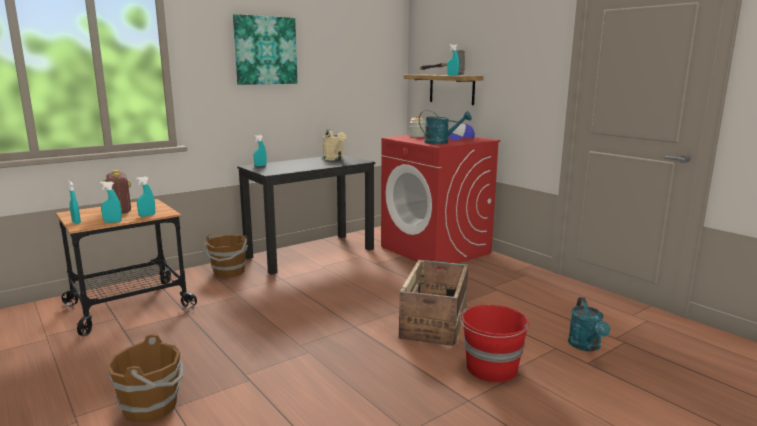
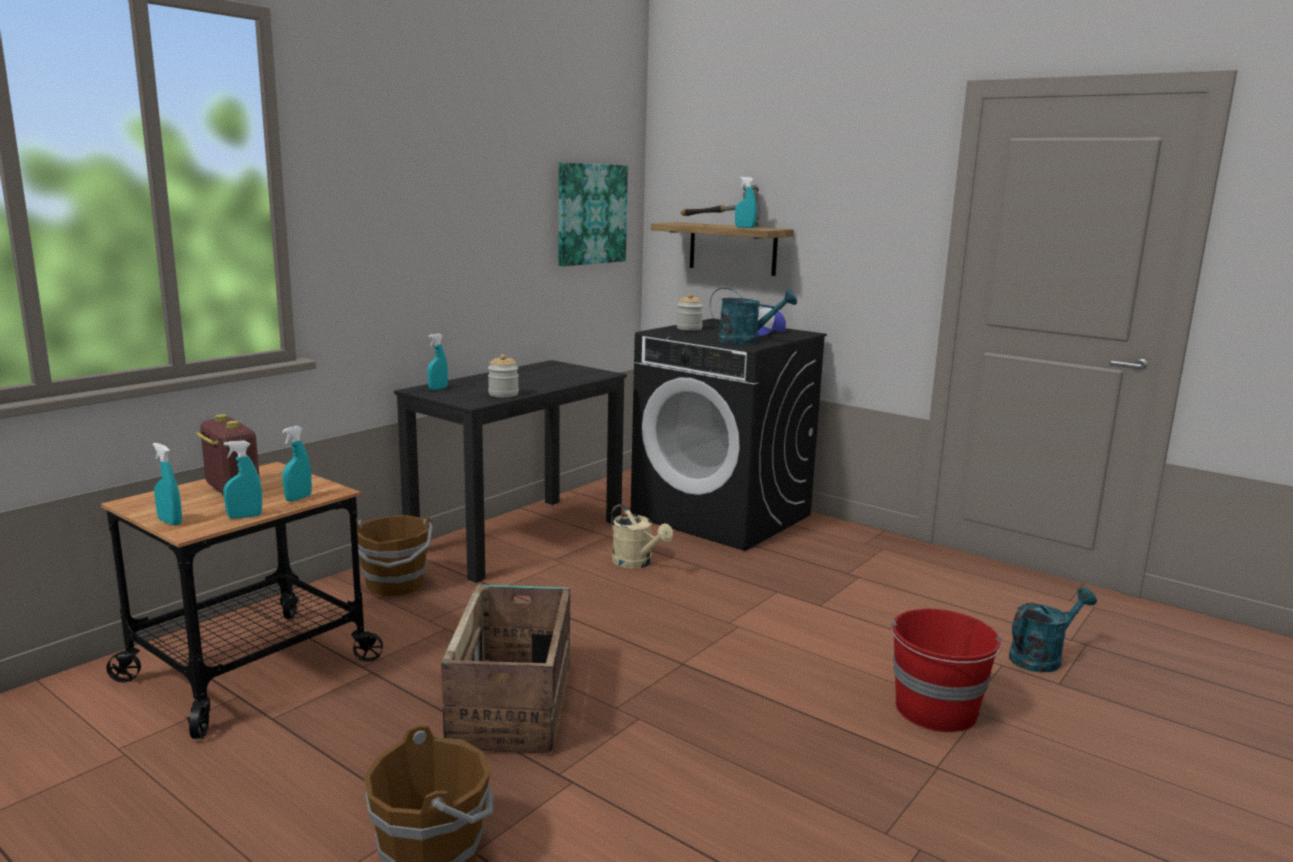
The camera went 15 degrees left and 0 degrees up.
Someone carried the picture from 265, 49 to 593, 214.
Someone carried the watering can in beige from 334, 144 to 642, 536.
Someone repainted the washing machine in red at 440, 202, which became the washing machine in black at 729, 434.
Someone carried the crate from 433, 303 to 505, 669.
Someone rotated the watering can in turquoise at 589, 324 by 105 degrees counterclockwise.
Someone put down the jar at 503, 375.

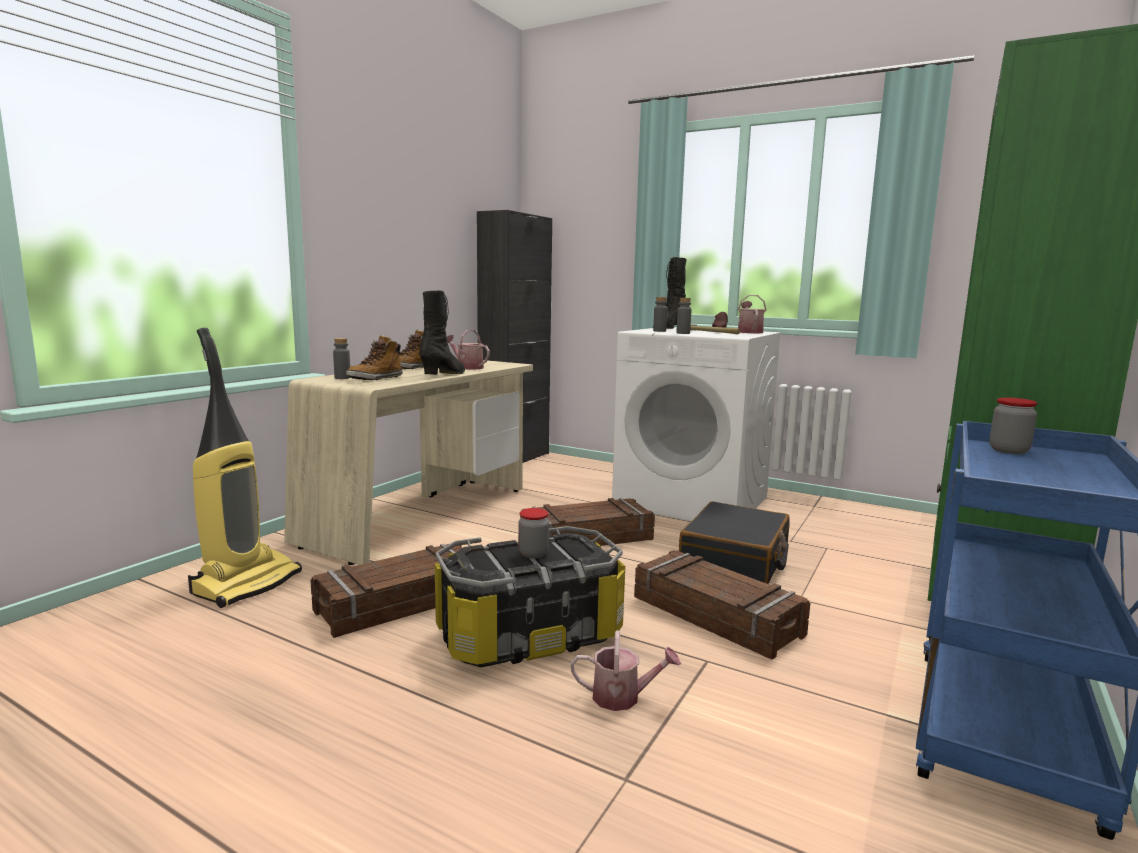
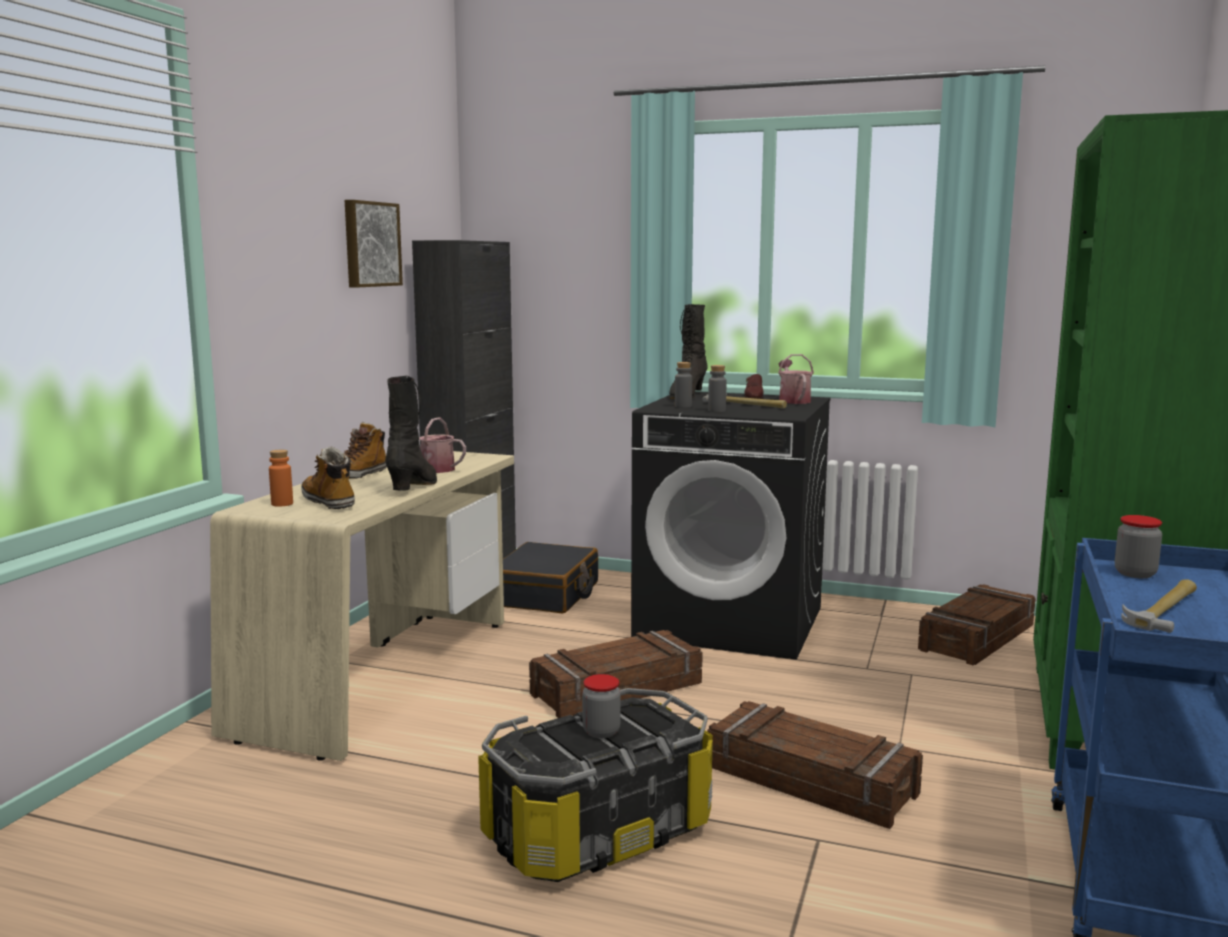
The camera went 10 degrees left and 0 degrees up.
Someone repainted the washing machine in white at 696, 424, which became the washing machine in black at 731, 526.
Someone took away the vacuum cleaner at 245, 468.
Someone rotated the boot at 374, 357 by 120 degrees clockwise.
Someone repainted the bottle in grey at 342, 358, which became the bottle in orange at 281, 478.
Someone carried the suitcase in black from 734, 542 to 550, 577.
Someone carried the crate from 386, 591 to 977, 624.
Someone took away the watering can at 626, 671.
Someone put up the picture at 374, 243.
Someone put down the hammer at 1159, 606.

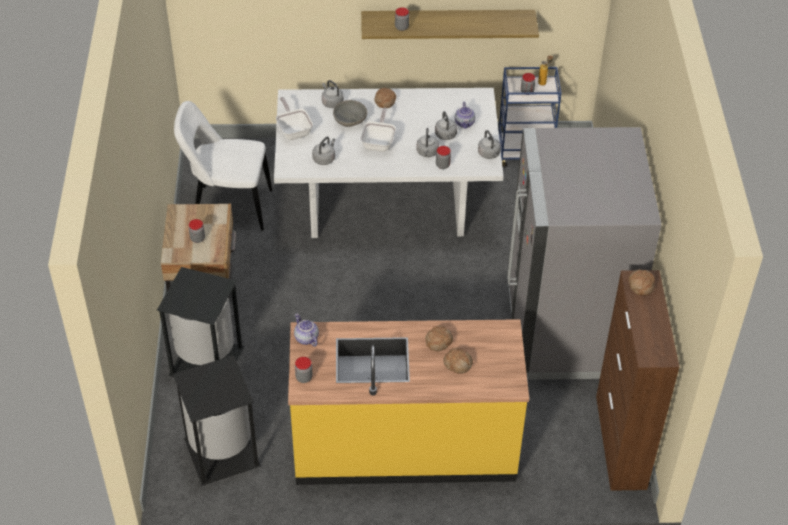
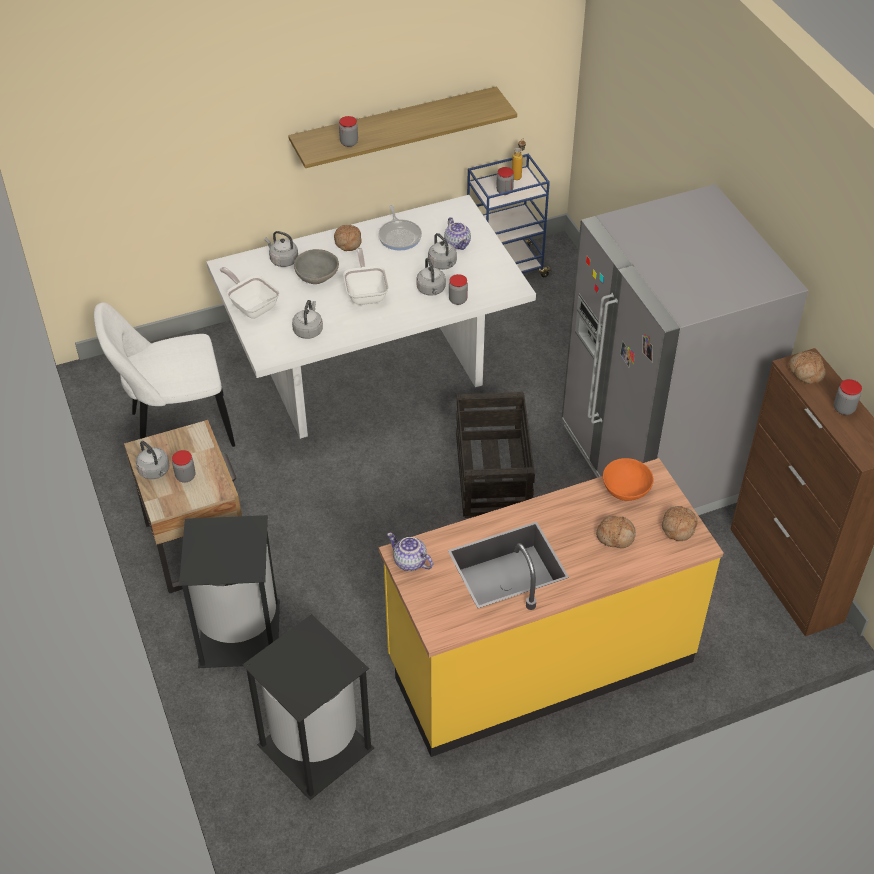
The camera went 20 degrees left and 0 degrees up.
Someone carried the kettle in grey from 489, 144 to 153, 460.
Someone carried the bread from 439, 338 to 680, 523.
Someone carried the jar from 304, 370 to 848, 397.
Someone put down the frying pan at 400, 228.
Someone put down the crate at 495, 455.
Someone put down the bowl in orange at 628, 479.

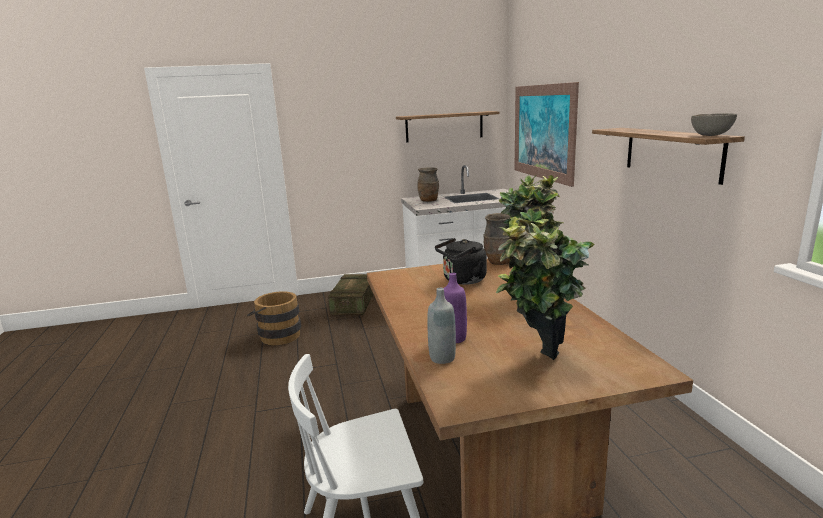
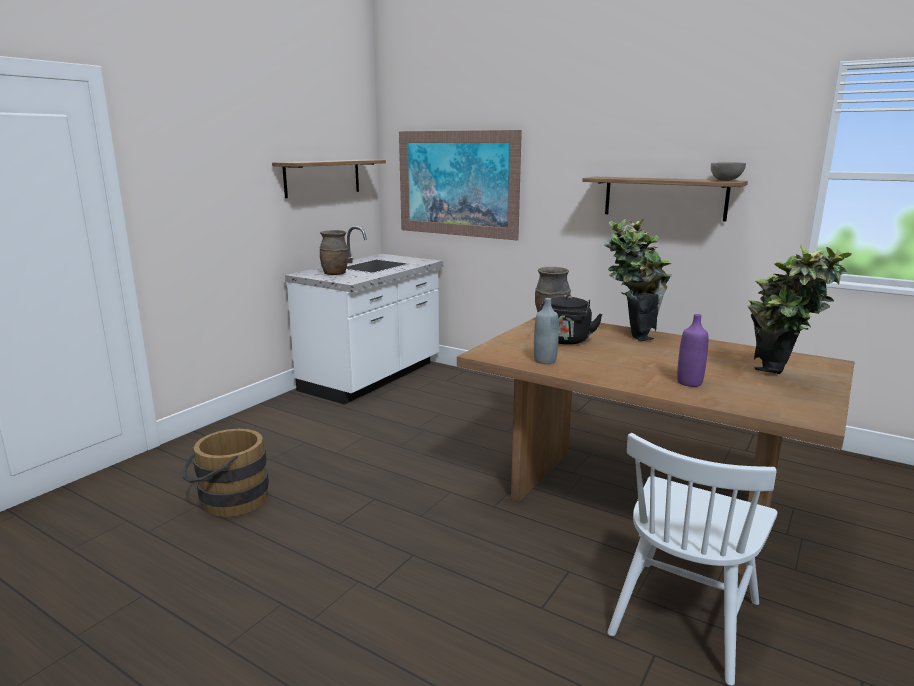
The camera went 45 degrees left and 0 degrees up.
Someone took away the crate at 351, 294.
Someone carried the bottle in grey from 441, 326 to 546, 331.

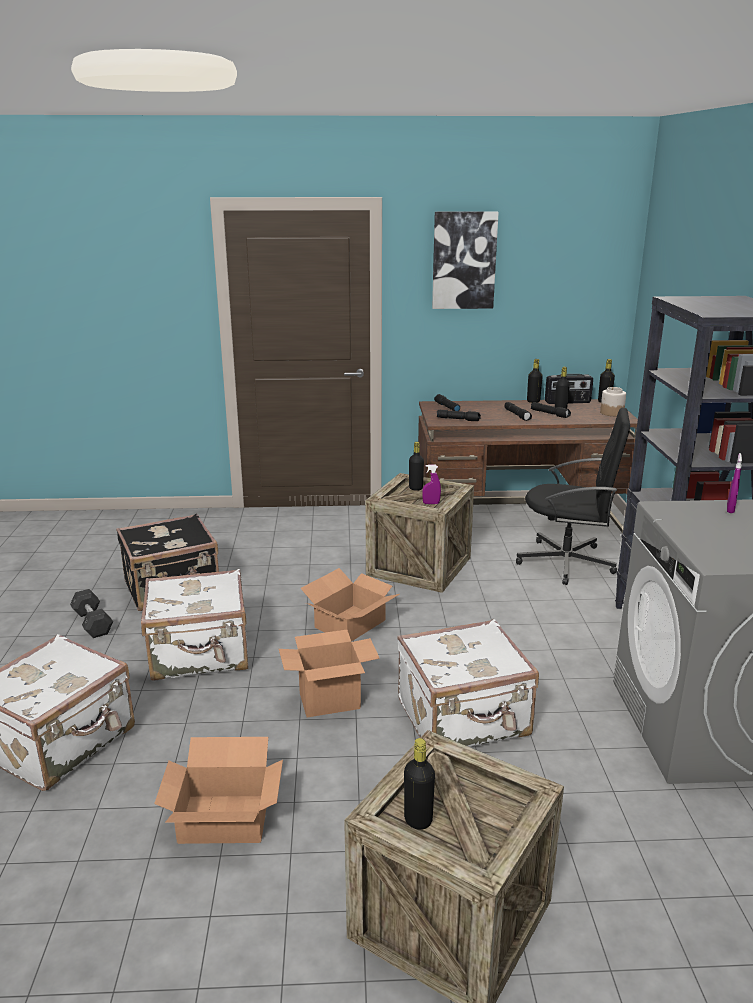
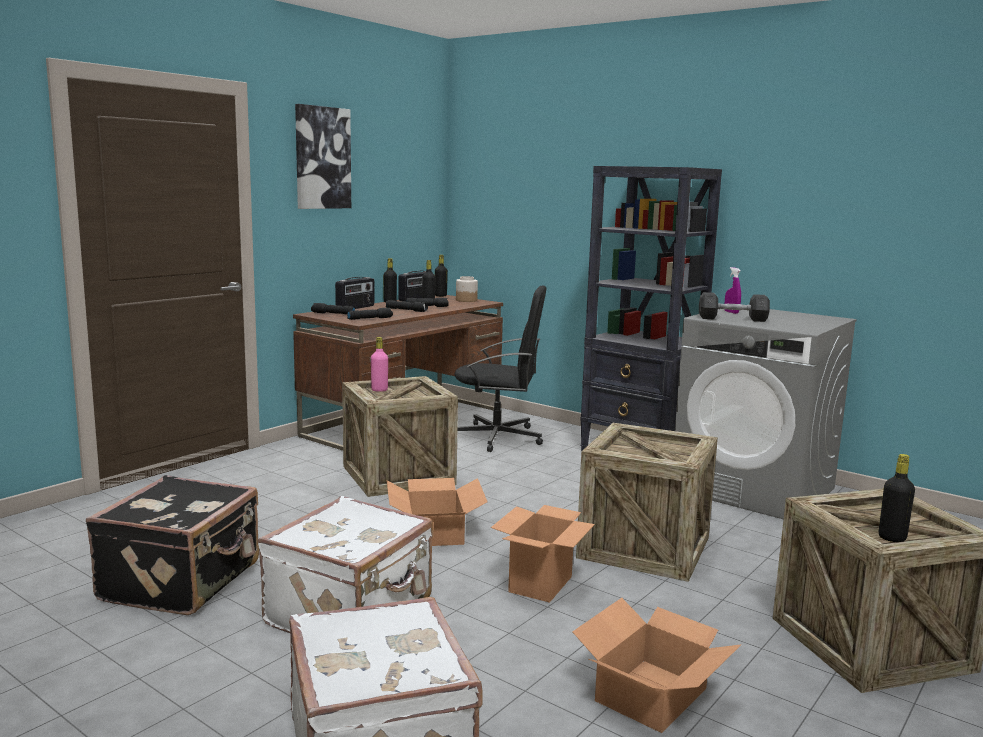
The camera went 50 degrees left and 10 degrees down.
Someone rotated the office chair in black at 573, 496 by 45 degrees clockwise.
Someone repainted the bottle in black at 416, 466, which became the bottle in pink at 379, 364.
Someone took away the spray bottle in purple at 431, 484.
Someone carried the dumbbell in grey from 91, 613 to 734, 307.
Someone swapped the suitcase in white at 468, 683 for the crate at 647, 502.
Someone put down the radio at 354, 293.

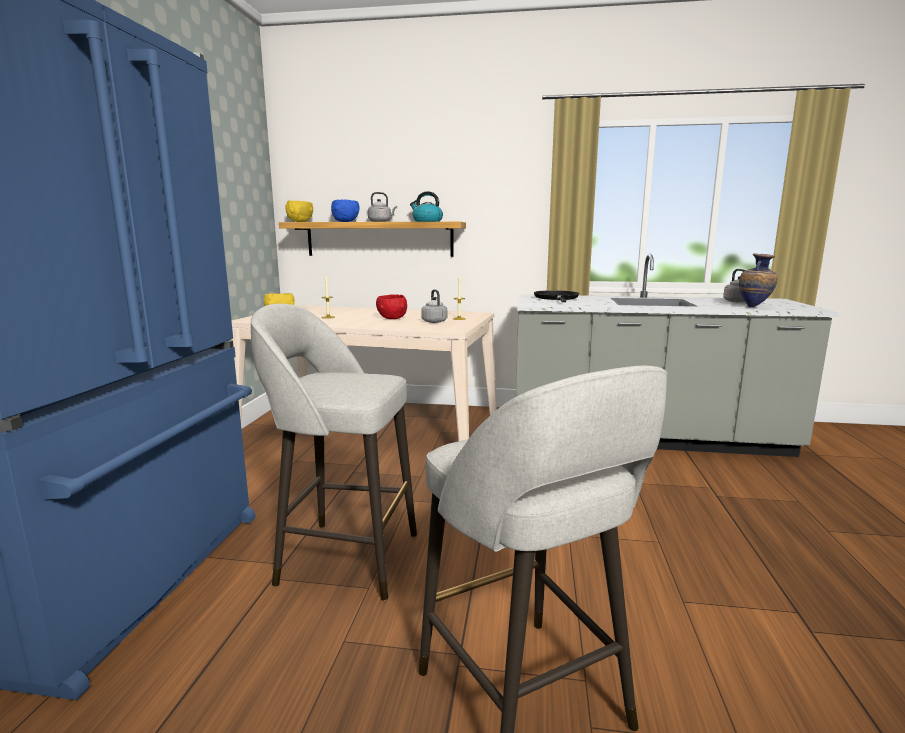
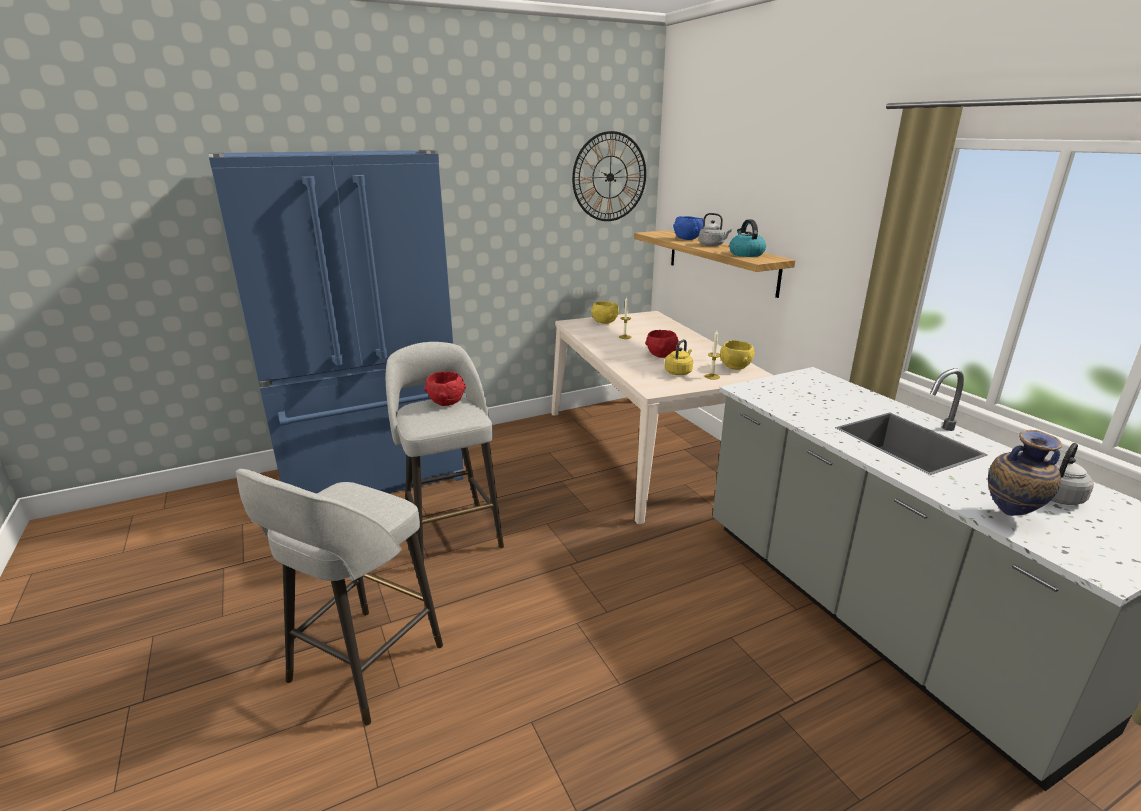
The camera went 55 degrees right and 10 degrees up.
Someone carried the bowl in yellow from 299, 211 to 737, 355.
Someone repainted the kettle in grey at 434, 306, which became the kettle in yellow at 679, 357.
Someone took away the frying pan in black at 556, 296.
Someone put up the wall clock at 609, 176.
Someone put down the bowl in red at 445, 388.

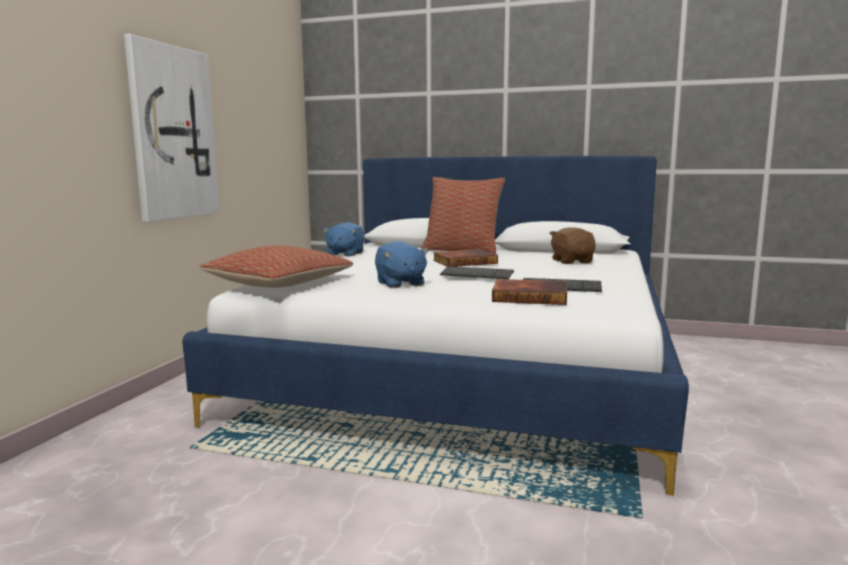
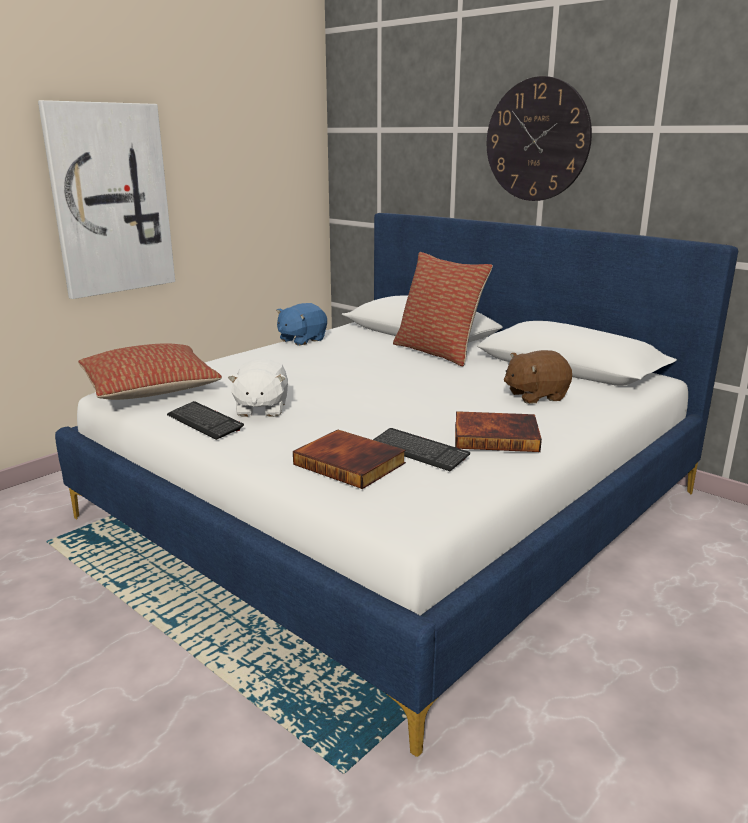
The camera went 25 degrees right and 10 degrees up.
Someone rotated the plush toy in brown at 573, 245 by 120 degrees counterclockwise.
Someone repainted the plush toy in blue at 402, 264, which became the plush toy in white at 257, 387.
Someone carried the book from 465, 258 to 498, 431.
Someone carried the keyboard from 477, 272 to 205, 420.
Someone put up the wall clock at 539, 138.

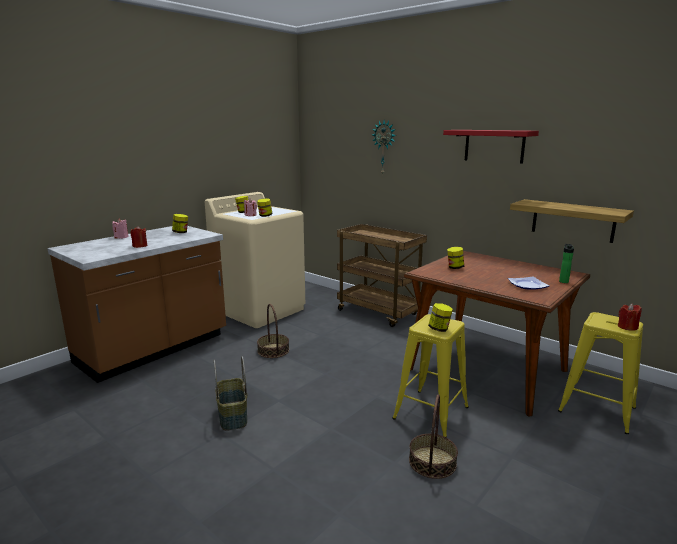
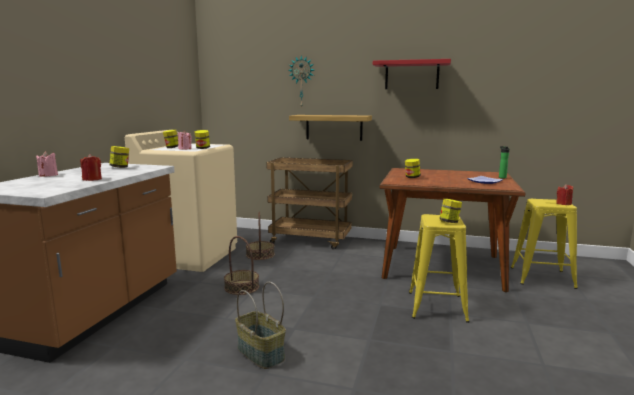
The camera went 25 degrees left and 5 degrees down.
Someone carried the shelf from 572, 221 to 330, 128.
Someone carried the basket from 433, 436 to 260, 236.

